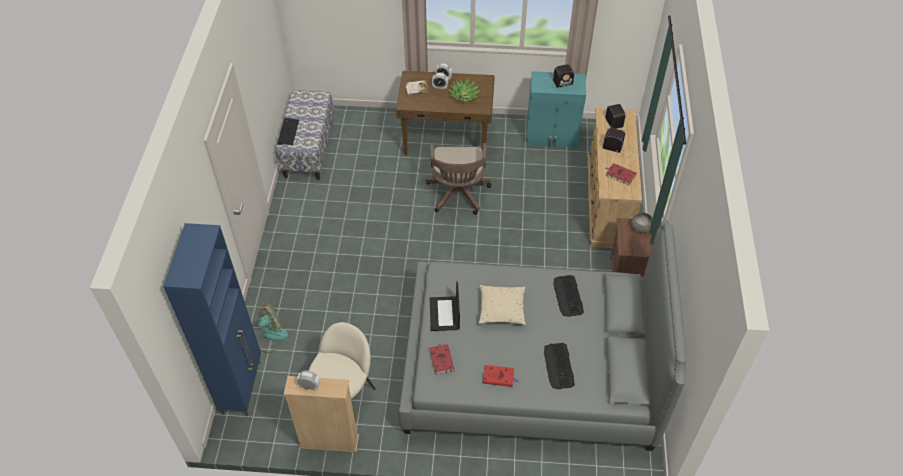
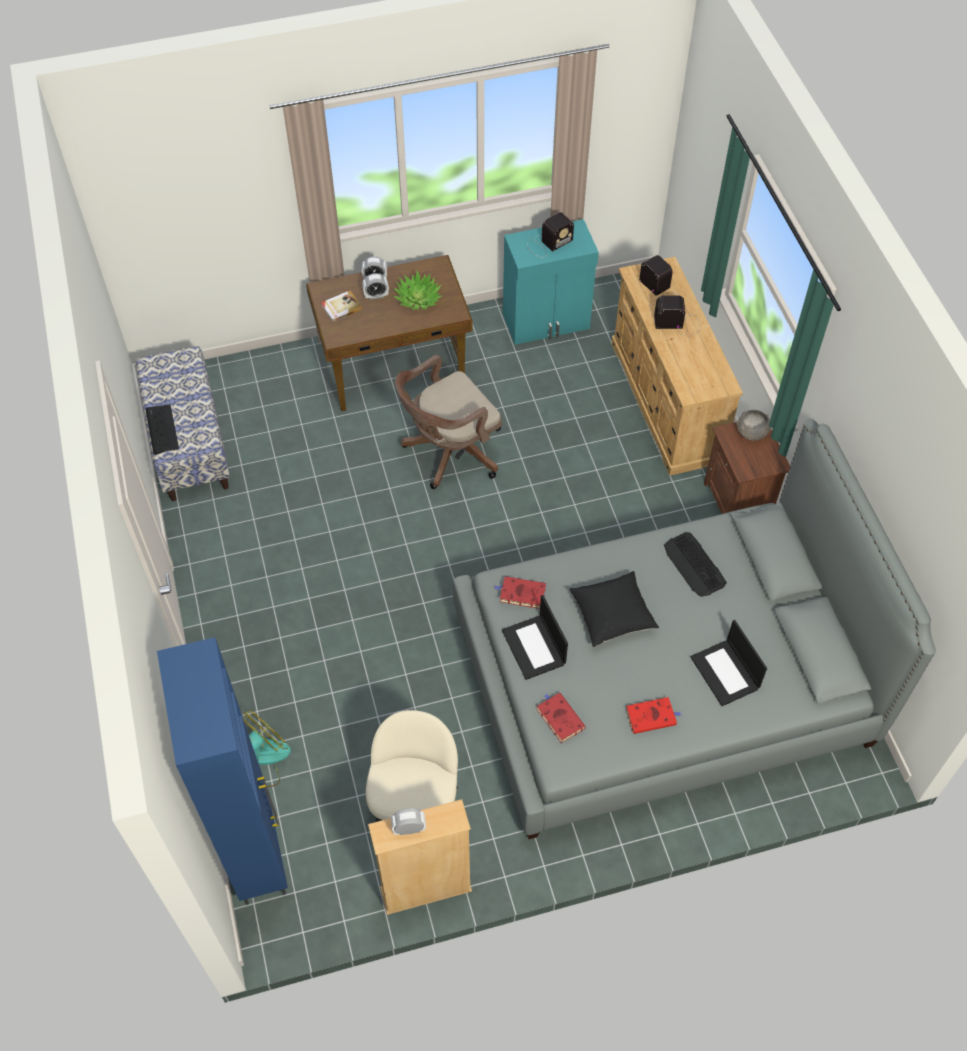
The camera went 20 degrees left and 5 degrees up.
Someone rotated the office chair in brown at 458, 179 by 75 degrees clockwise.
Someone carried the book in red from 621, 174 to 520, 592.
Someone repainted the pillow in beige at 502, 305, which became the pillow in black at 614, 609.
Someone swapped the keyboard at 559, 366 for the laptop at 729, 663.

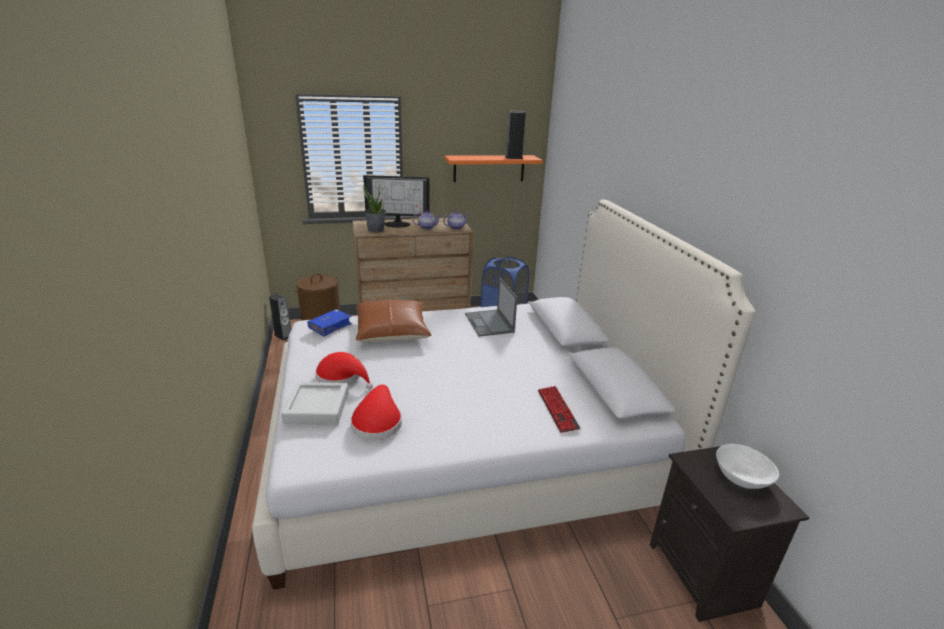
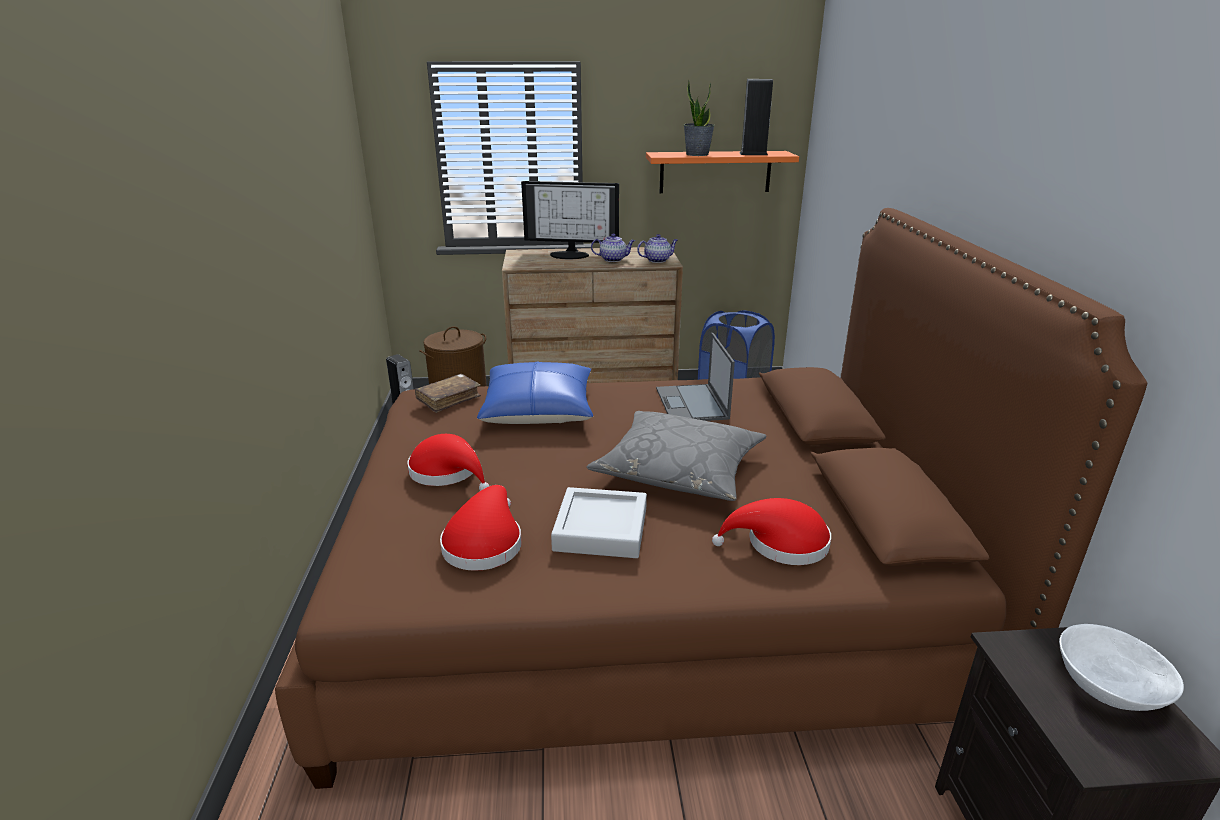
The camera went 10 degrees right and 0 degrees up.
Someone carried the potted plant from 374, 208 to 699, 118.
Someone repainted the bed in white at 503, 394, which became the bed in brown at 711, 498.
Someone repainted the pillow in brown at 393, 321, which became the pillow in blue at 535, 393.
Someone repainted the book in blue at 329, 323, which became the book in brown at 448, 393.
Someone carried the tray in grey from 314, 403 to 599, 522.
Someone swapped the keyboard at 559, 409 for the hat in red at 771, 531.
Someone put down the pillow in grey at 676, 456.

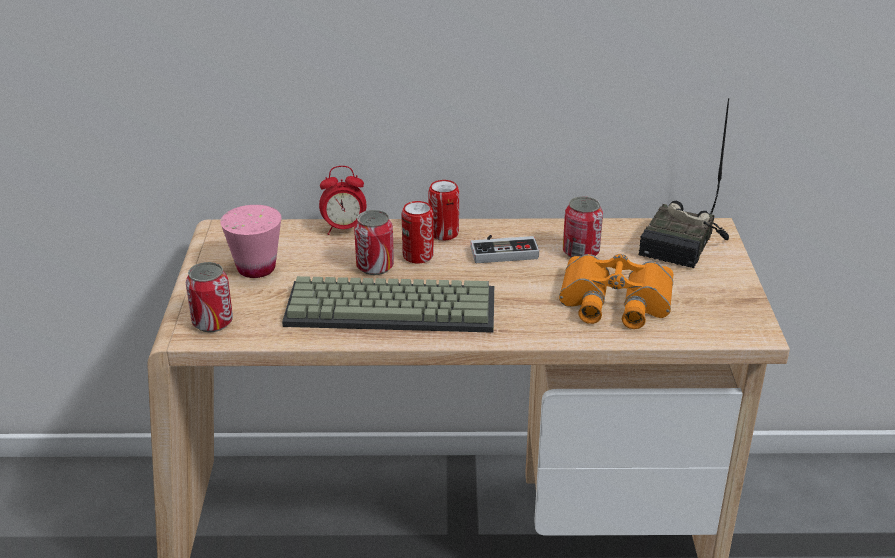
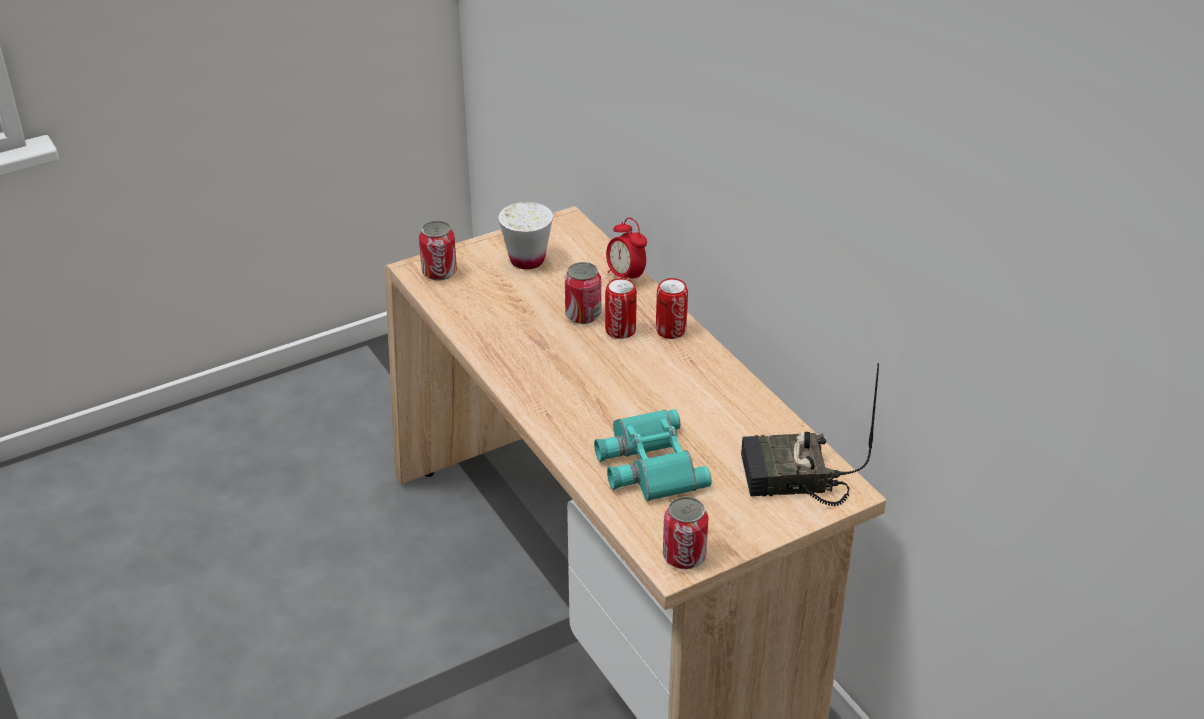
The camera went 60 degrees right and 5 degrees up.
Someone carried the can from 583, 227 to 686, 532.
Someone repainted the cup in pink at 250, 241, which became the cup in white at 525, 235.
Someone took away the game controller at 505, 249.
Someone repainted the binoculars in orange at 616, 291, which became the binoculars in turquoise at 653, 455.
Someone took away the keyboard at 388, 304.

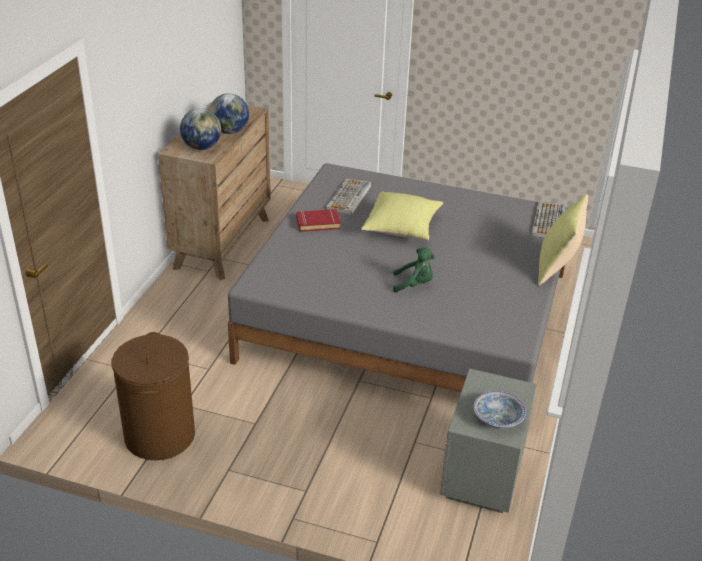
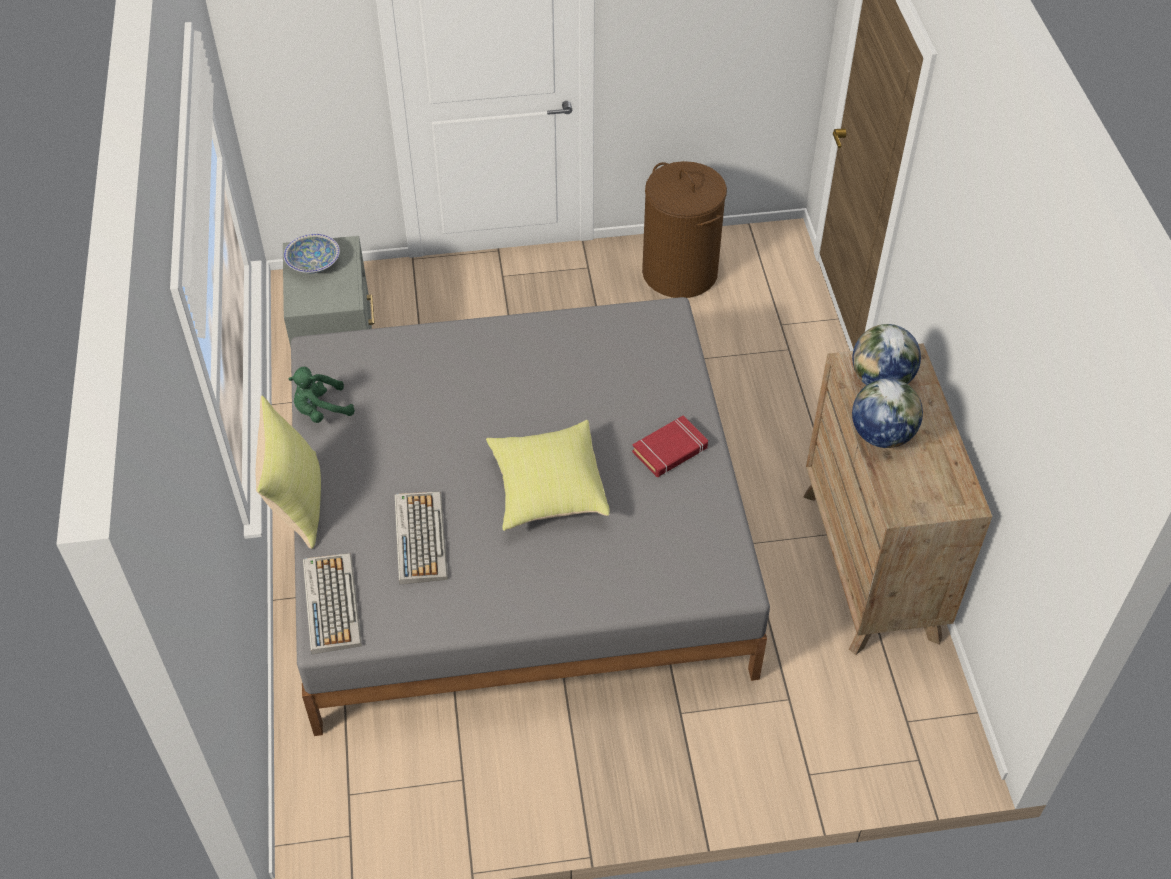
The camera went 155 degrees right and 15 degrees up.
Someone carried the keyboard from 348, 196 to 421, 538.
Someone carried the plush toy in green from 414, 270 to 322, 395.

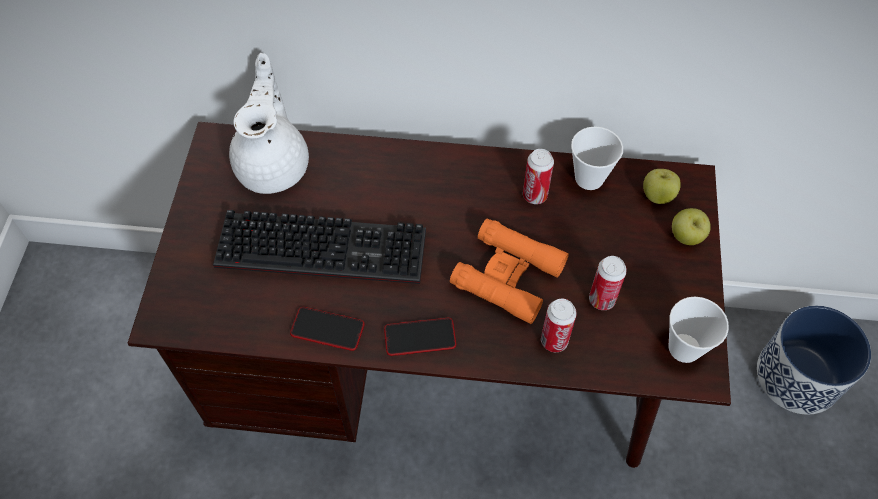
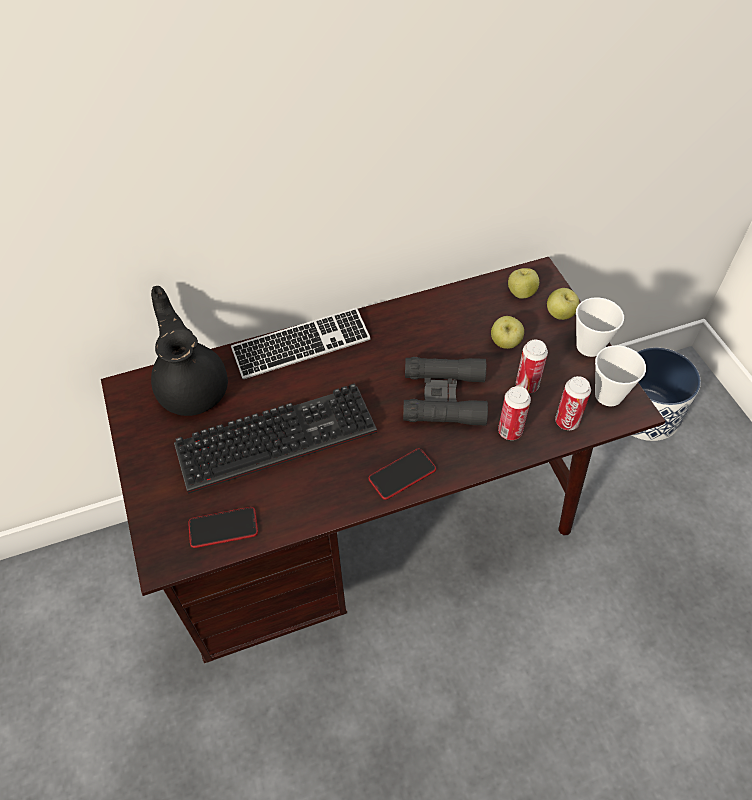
The camera went 25 degrees left and 5 degrees down.
Someone repainted the teapot in white at 269, 123, which became the teapot in black at 189, 351.
Someone carried the cup from 597, 158 to 600, 327.
Someone carried the can from 538, 176 to 573, 403.
Someone repainted the binoculars in orange at 509, 271, which became the binoculars in black at 445, 391.
Someone carried the phone from 327, 329 to 223, 527.
Someone put down the keyboard at 301, 343.
Someone put down the apple at 507, 332.

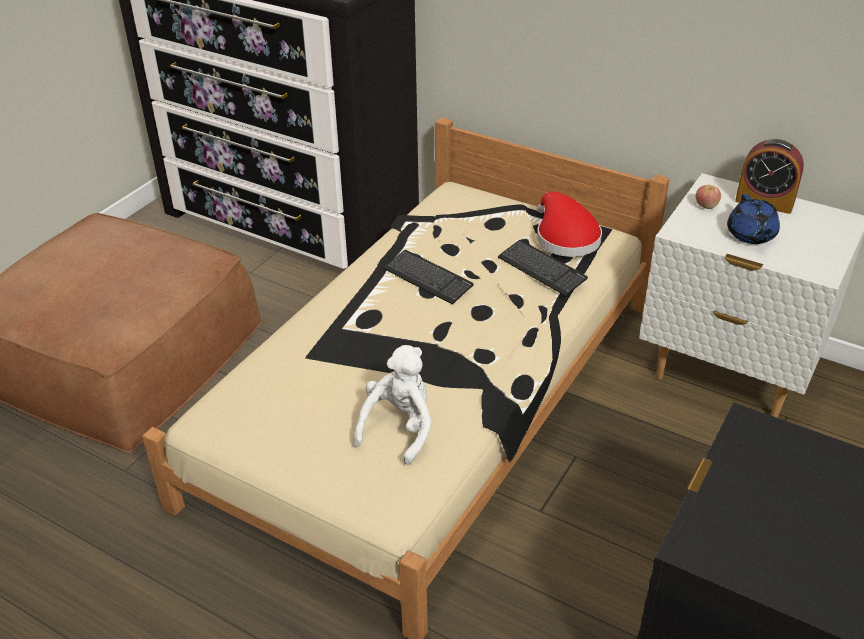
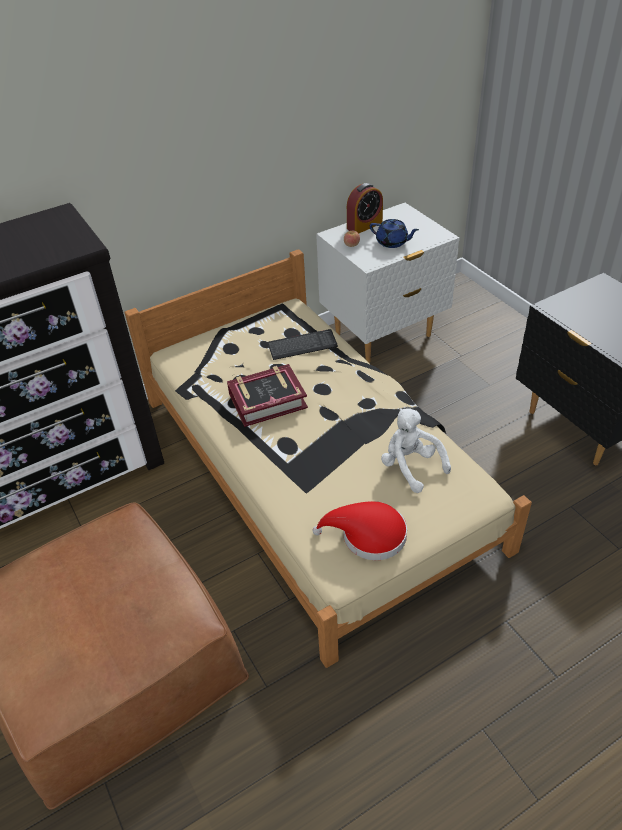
The camera went 60 degrees left and 5 degrees up.
Someone carried the hat in red from 569, 224 to 360, 530.
Someone swapped the keyboard at 428, 277 for the book at 267, 395.

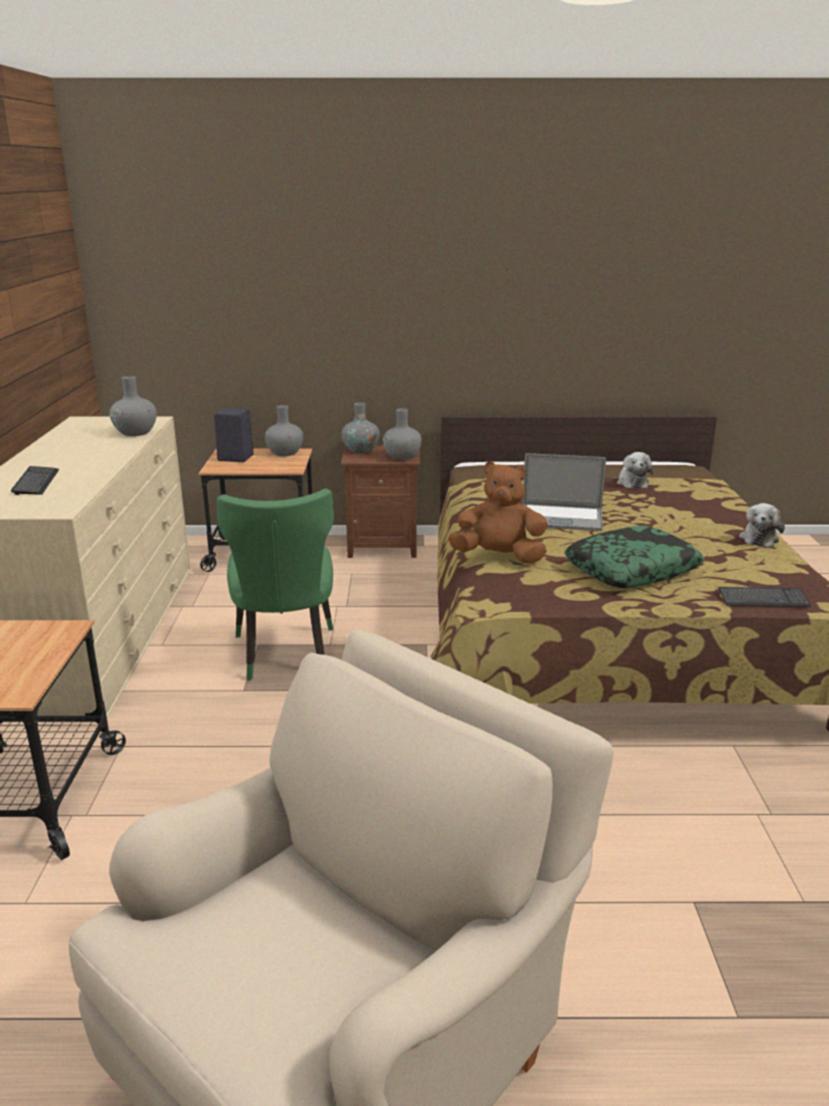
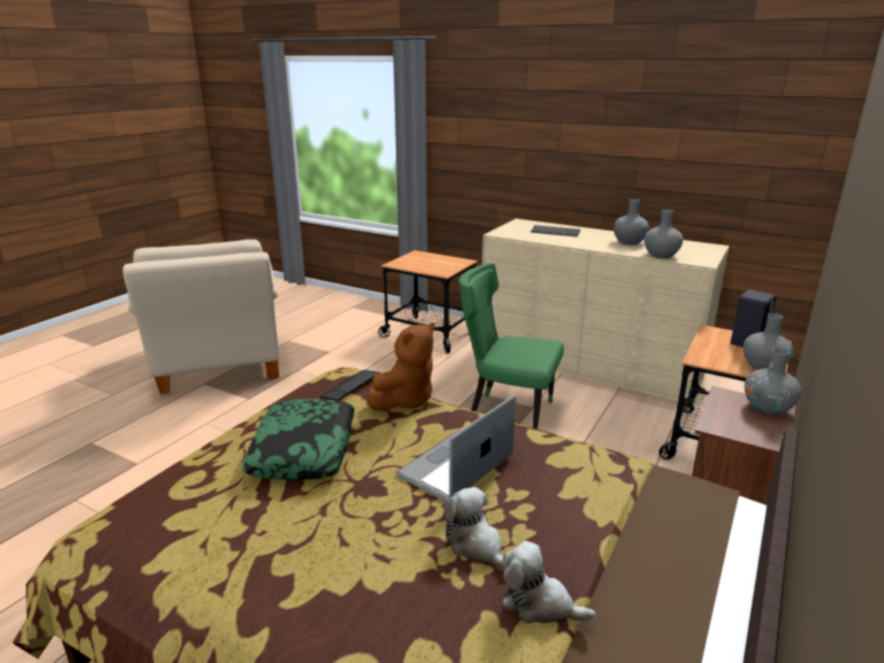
The camera went 120 degrees right and 0 degrees up.
Someone carried the vase in grey from 402, 434 to 631, 222.
Someone carried the plush toy from 762, 525 to 474, 529.
Someone carried the keyboard from 765, 597 to 349, 385.

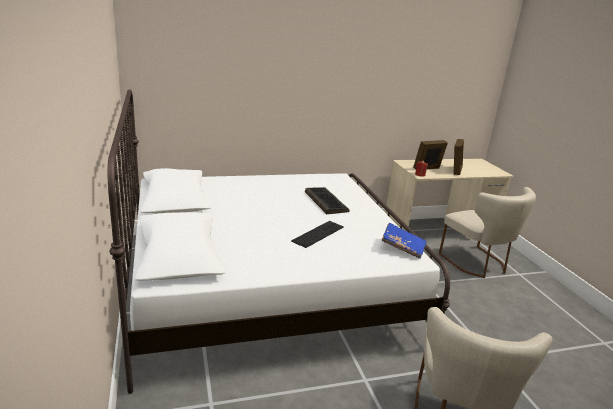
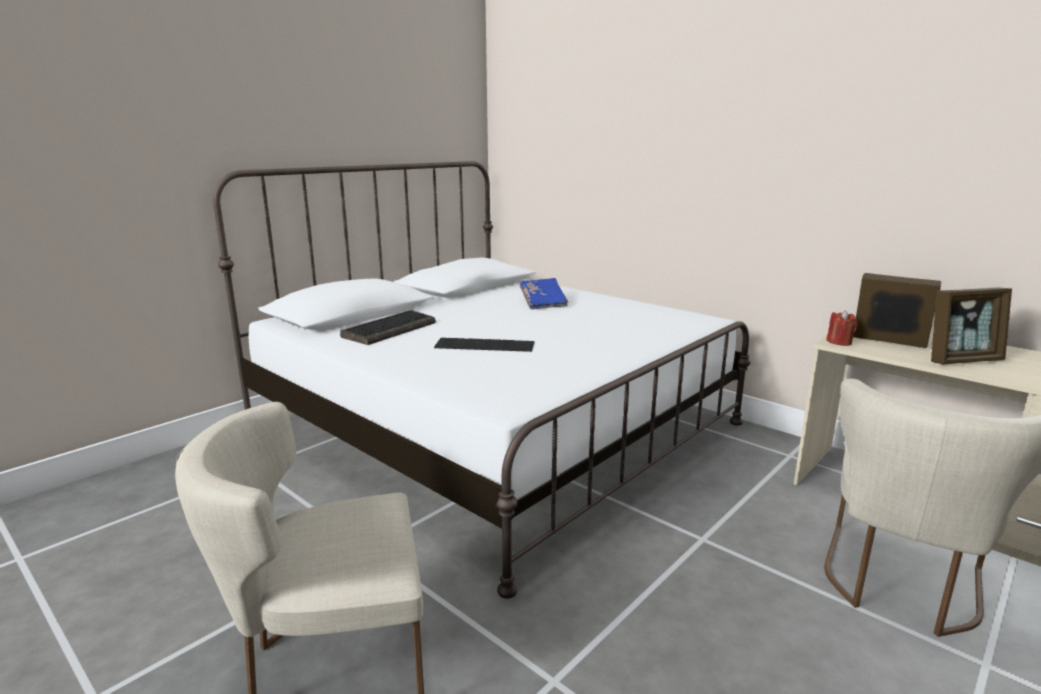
The camera went 60 degrees right and 5 degrees down.
Someone carried the keyboard from 327, 200 to 388, 327.
Someone carried the book in blue from 404, 241 to 544, 294.

